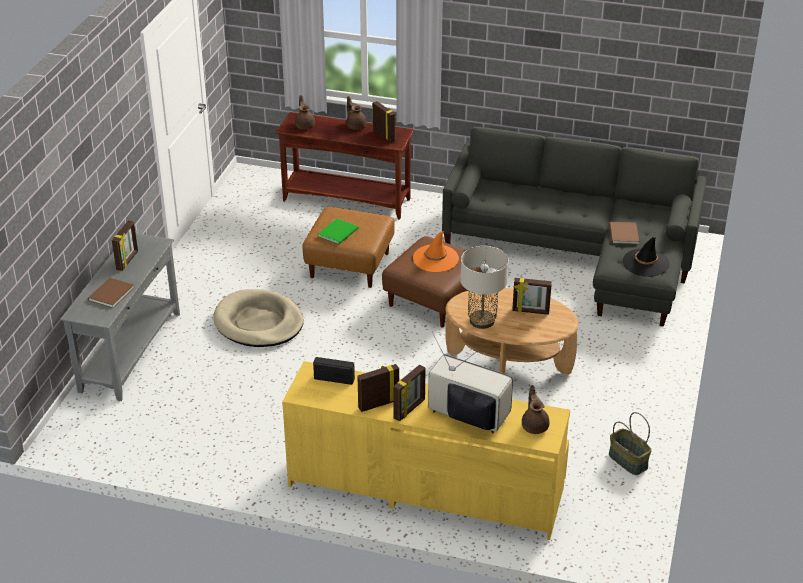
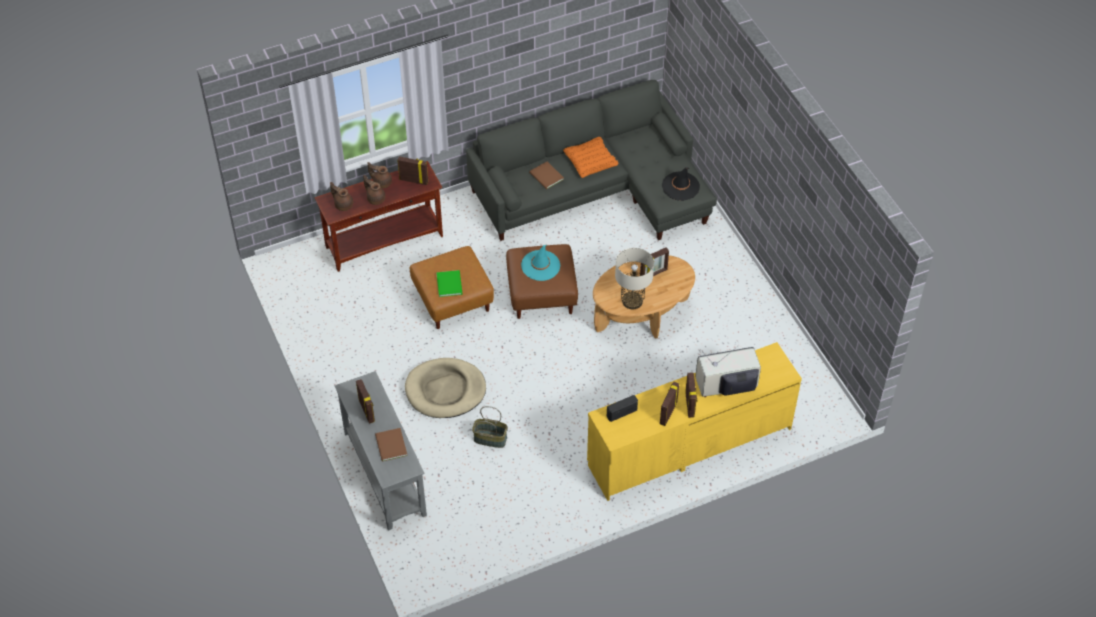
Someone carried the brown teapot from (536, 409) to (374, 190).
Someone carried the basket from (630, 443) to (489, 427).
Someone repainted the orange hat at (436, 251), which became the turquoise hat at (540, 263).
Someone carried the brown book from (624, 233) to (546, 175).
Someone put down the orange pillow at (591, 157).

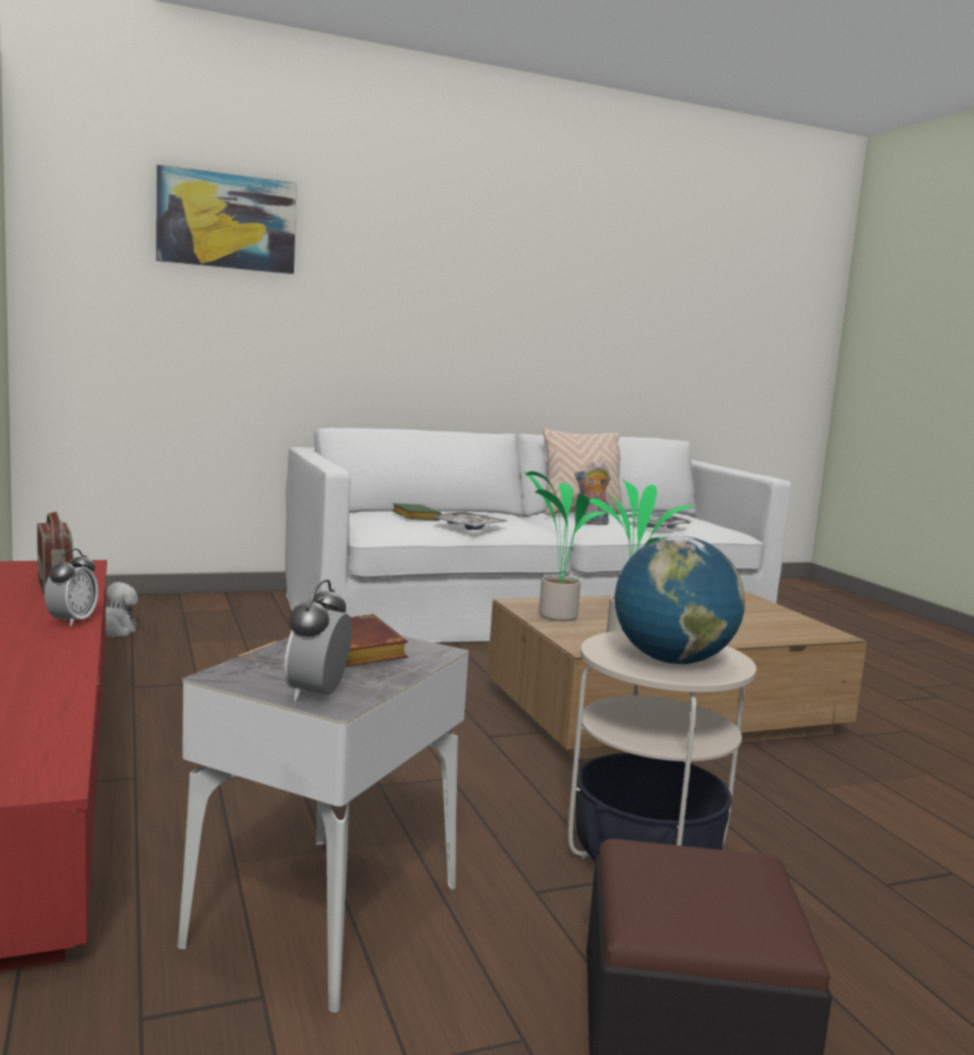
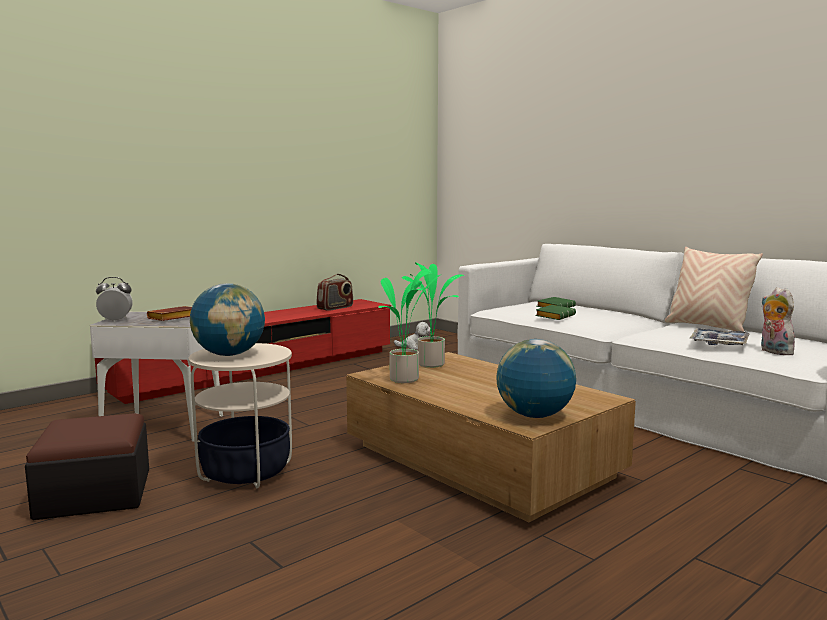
Someone put down the globe at (536, 378).
Someone swapped the tray at (469, 521) for the green book at (555, 312).
Someone carried the plush toy from (593, 493) to (778, 321).
Someone took away the alarm clock at (71, 588).
Someone took away the picture at (226, 219).

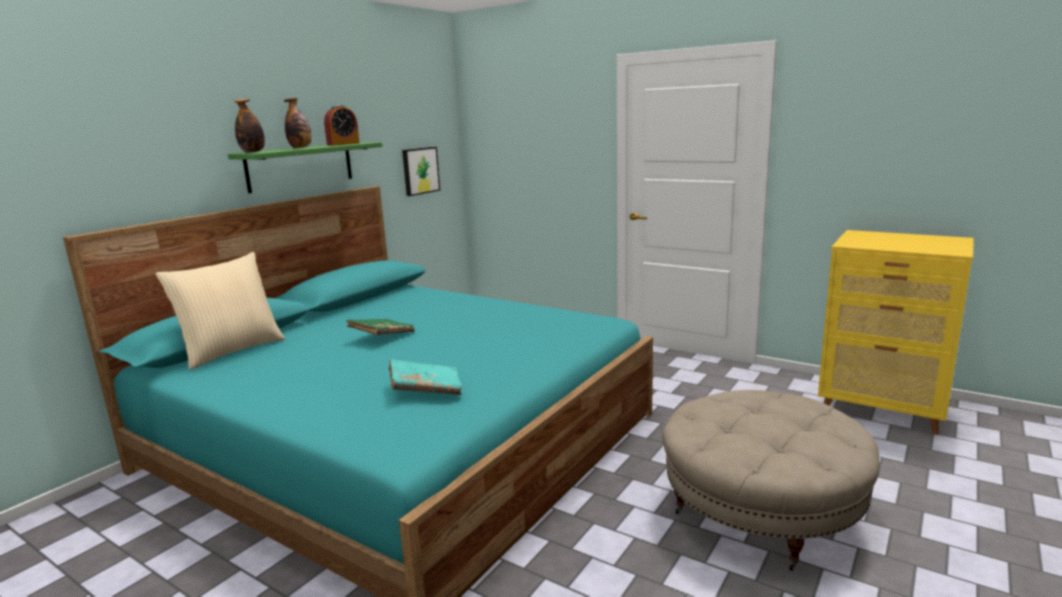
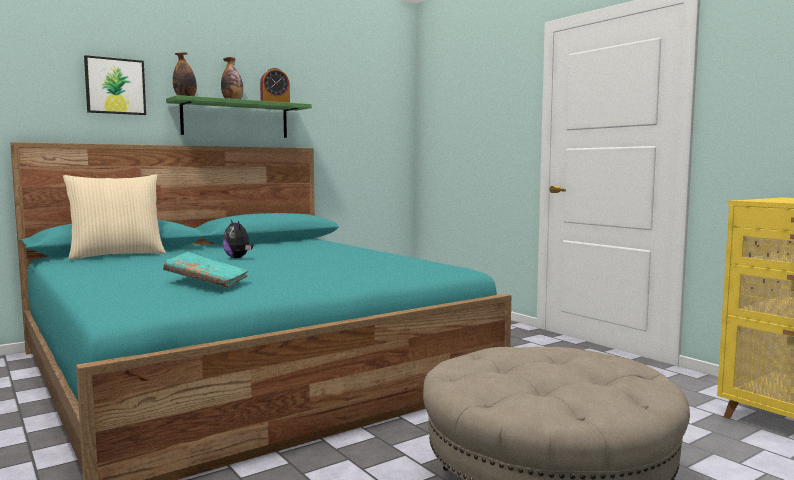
Someone carried the picture from (421, 171) to (115, 85).
Someone swapped the green book at (380, 327) for the plush toy at (238, 239).

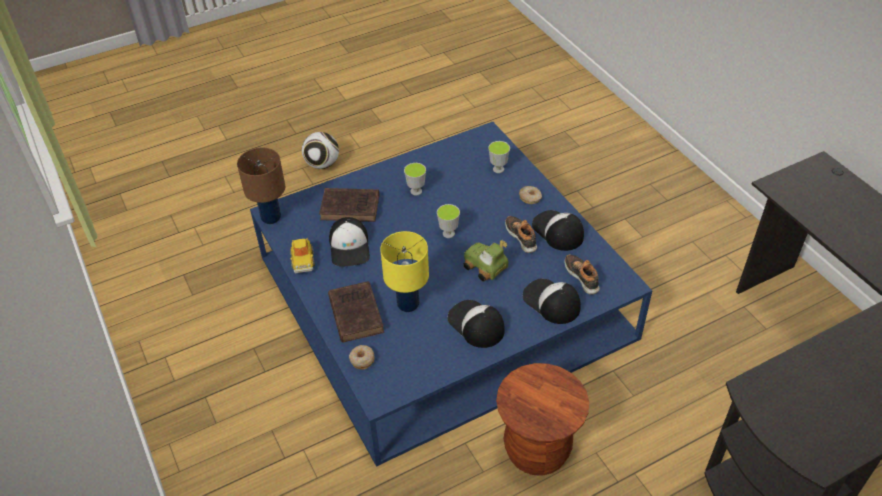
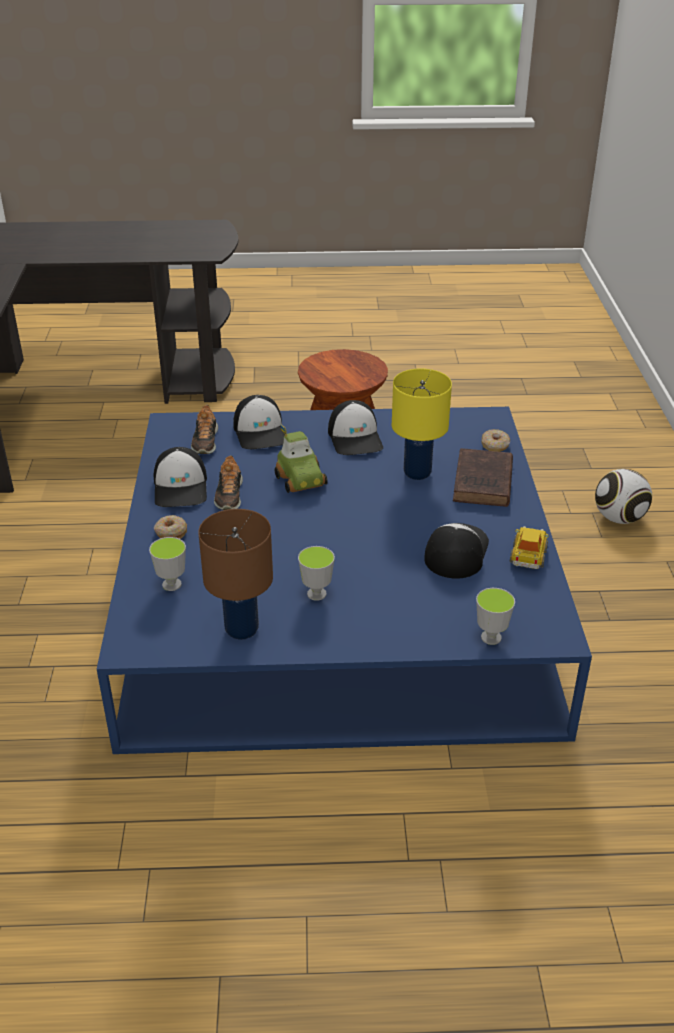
Someone carried the brown table lamp from (261, 186) to (235, 574).
Someone carried the cup from (448, 221) to (495, 616).
Someone carried the football from (320, 150) to (623, 496).
Someone took away the brown book at (349, 205).

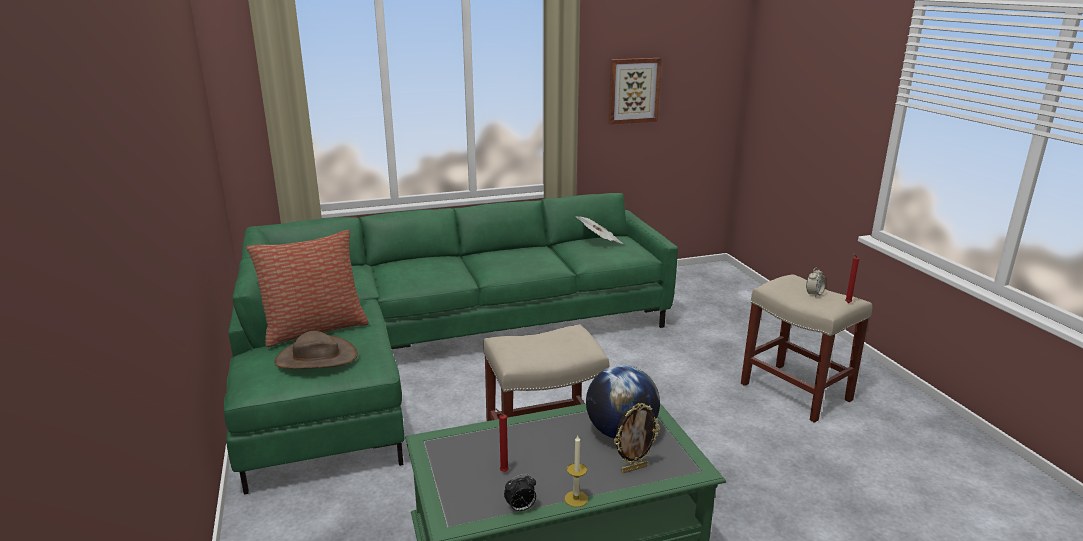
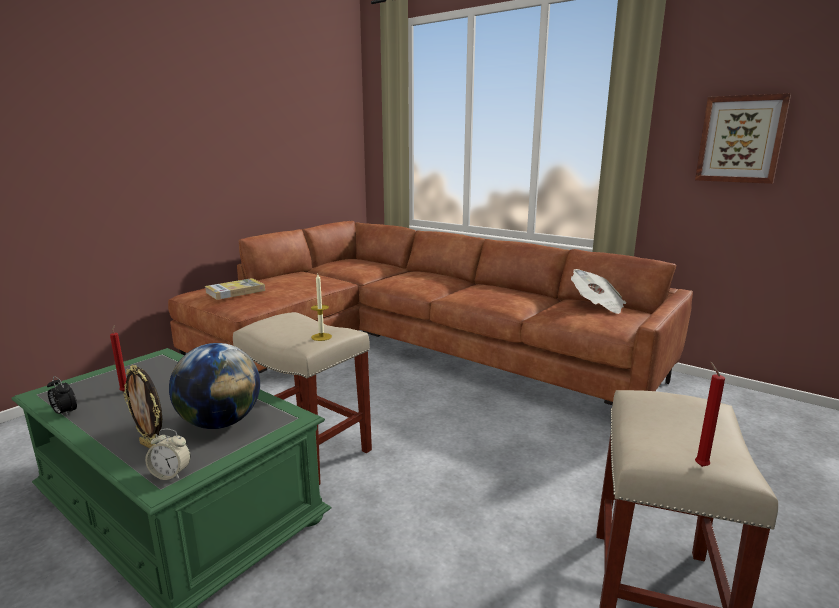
Someone carried the alarm clock from (816, 282) to (168, 454).
Someone repainted the green sofa at (451, 344), which became the brown sofa at (430, 313).
Someone swapped the brown hat at (316, 350) for the book at (235, 289).
Someone carried the candle from (576, 471) to (321, 307).
Someone took away the pillow at (307, 288).

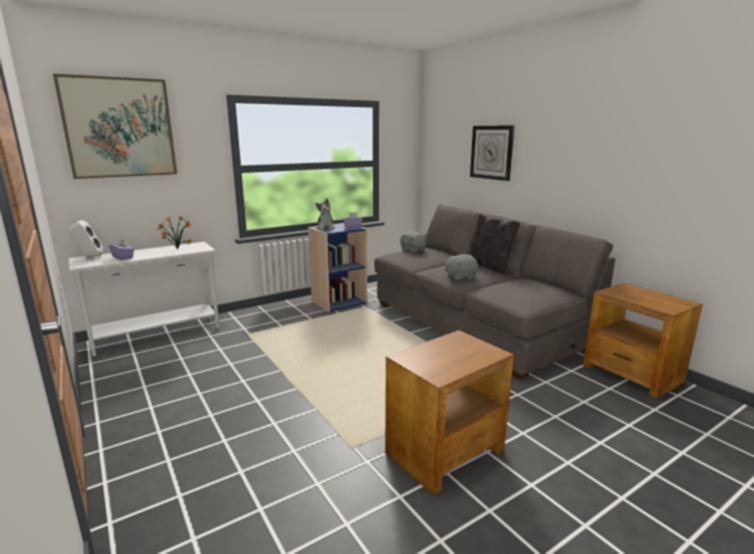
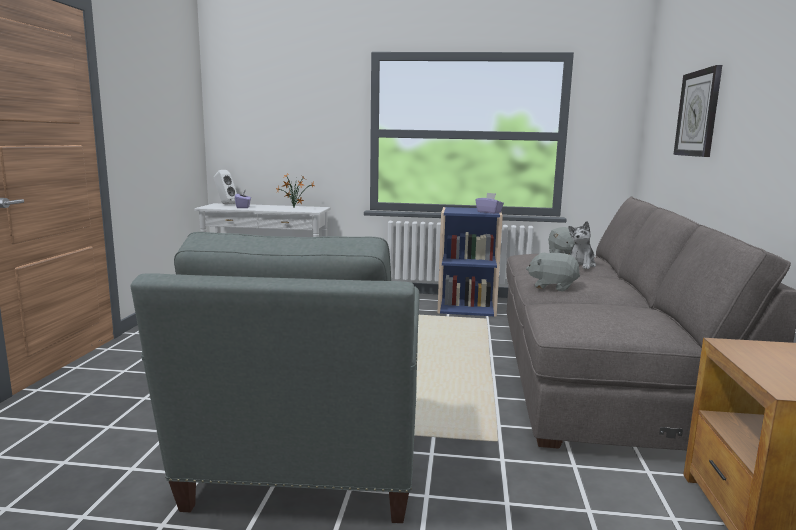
Someone swapped the brown side table at (449, 412) for the grey armchair at (275, 377).
Someone carried the plush toy from (325, 214) to (582, 245).
Someone took away the picture at (115, 126).
Someone took away the black pillow at (493, 244).

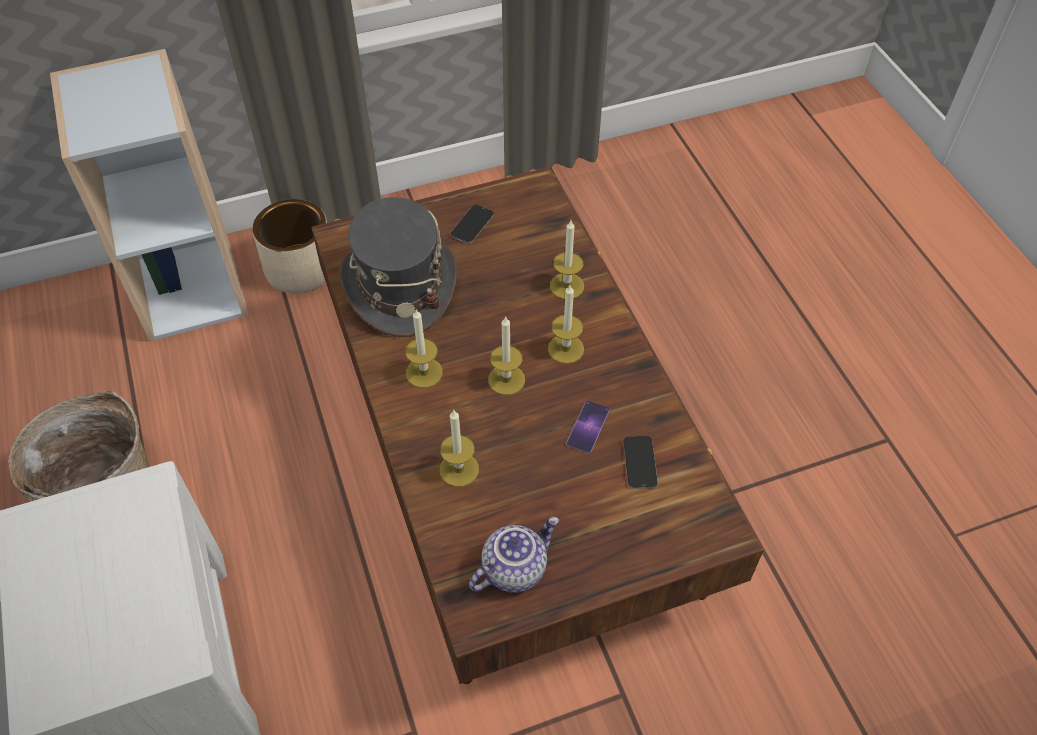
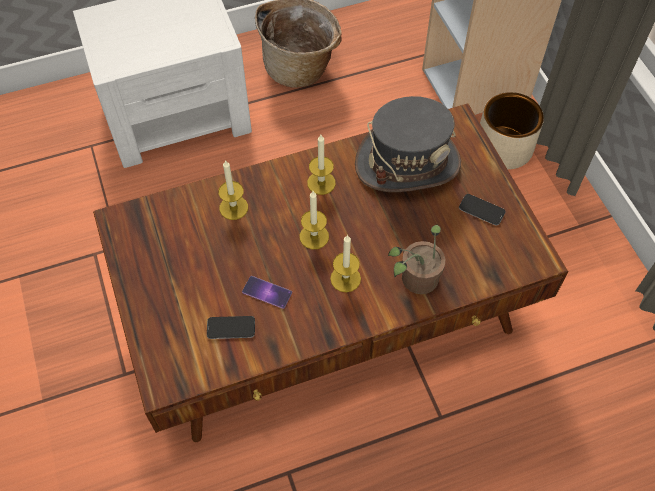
Someone swapped the candle at (567, 259) for the potted plant at (416, 259).
Someone took away the teapot at (514, 555).

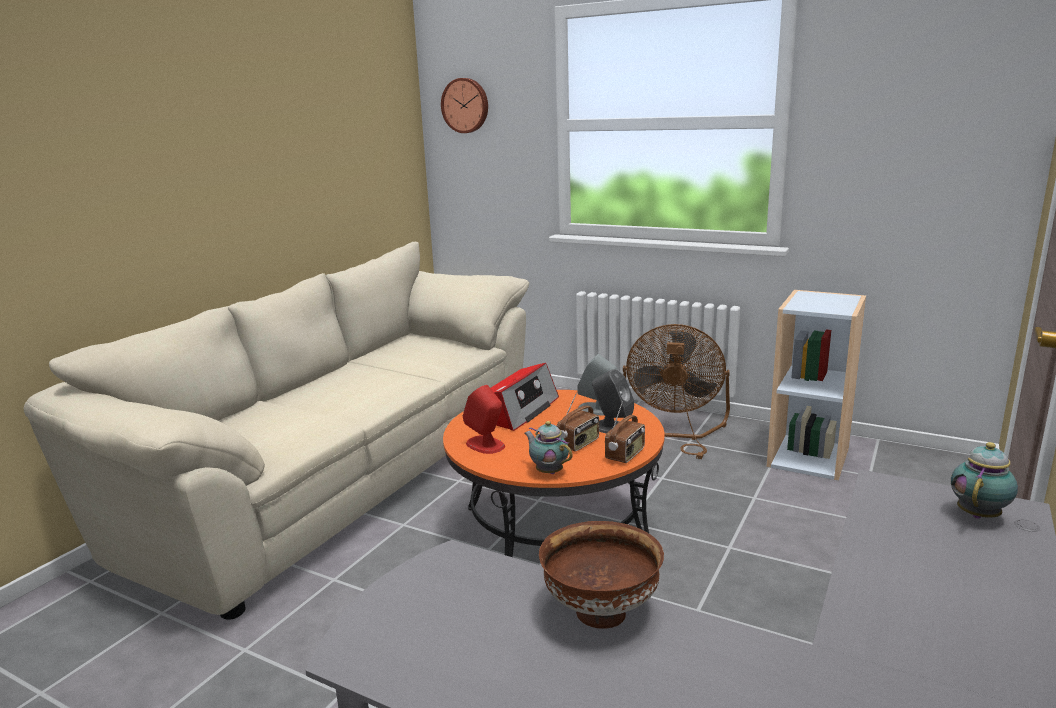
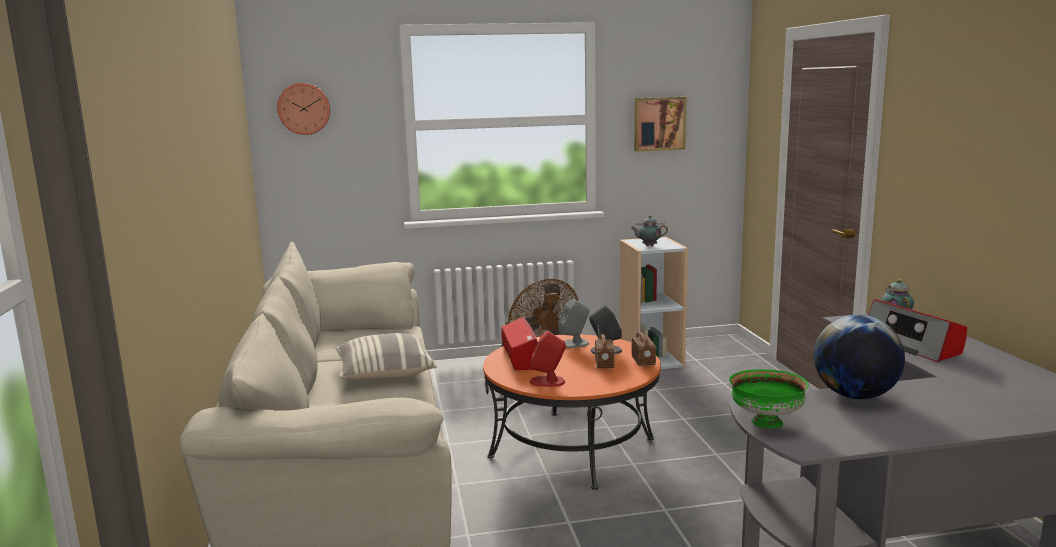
Someone put down the pillow at (386, 356).
Someone carried the teapot from (548, 447) to (649, 231).
Someone put up the picture at (660, 124).
Someone put down the green bowl at (769, 398).
Someone swapped the brown bowl at (601, 575) for the globe at (859, 357).
Someone put down the radio at (917, 330).

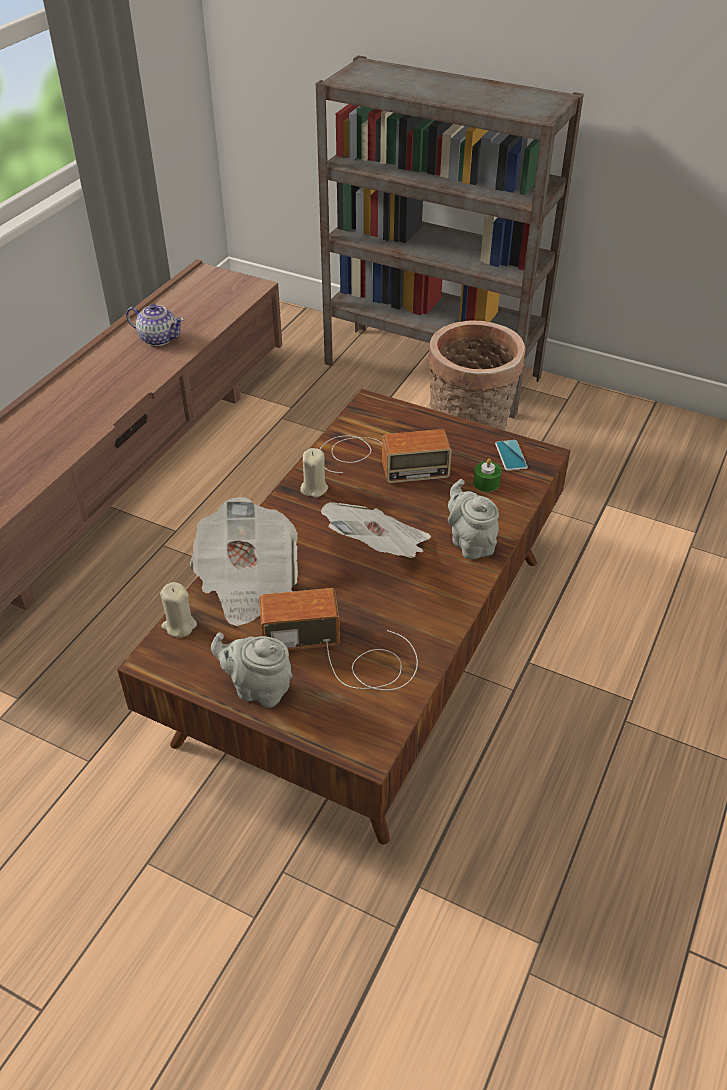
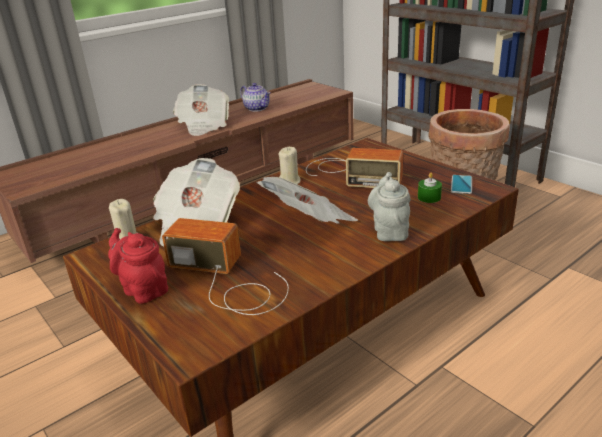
Someone repainted the grey teapot at (251, 670), which became the red teapot at (138, 266).
Someone put down the newspaper at (201, 110).

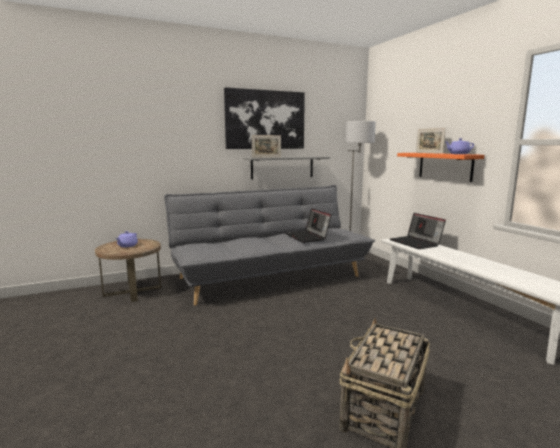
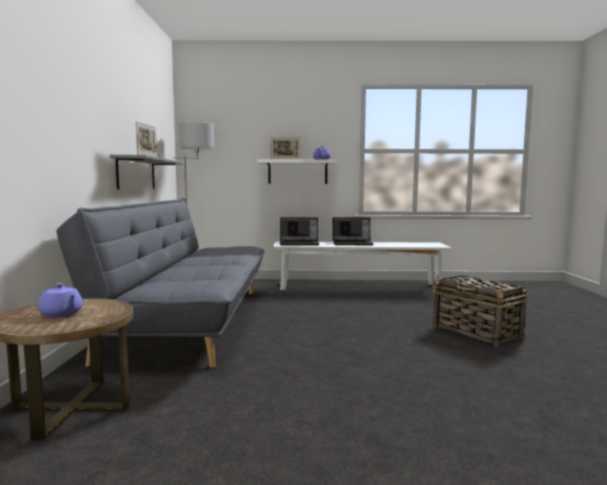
Someone repainted the orange shelf at (440, 167), which became the white shelf at (297, 171).
Someone carried the laptop from (308, 225) to (353, 231).
Someone took away the picture at (264, 118).

